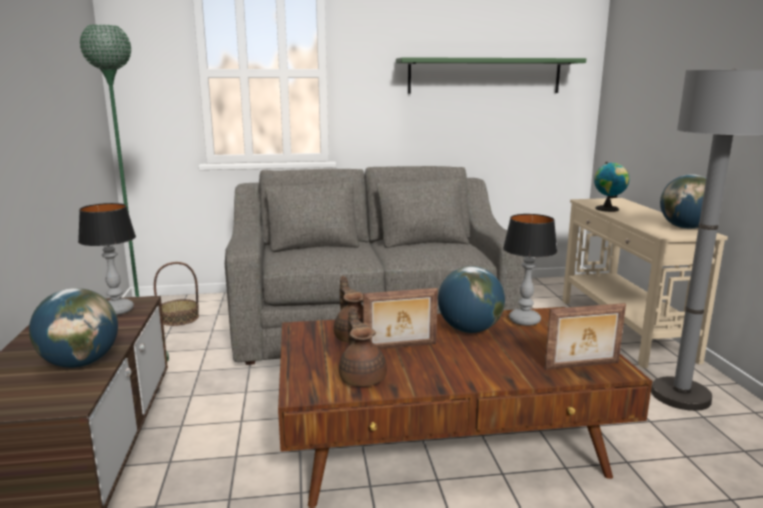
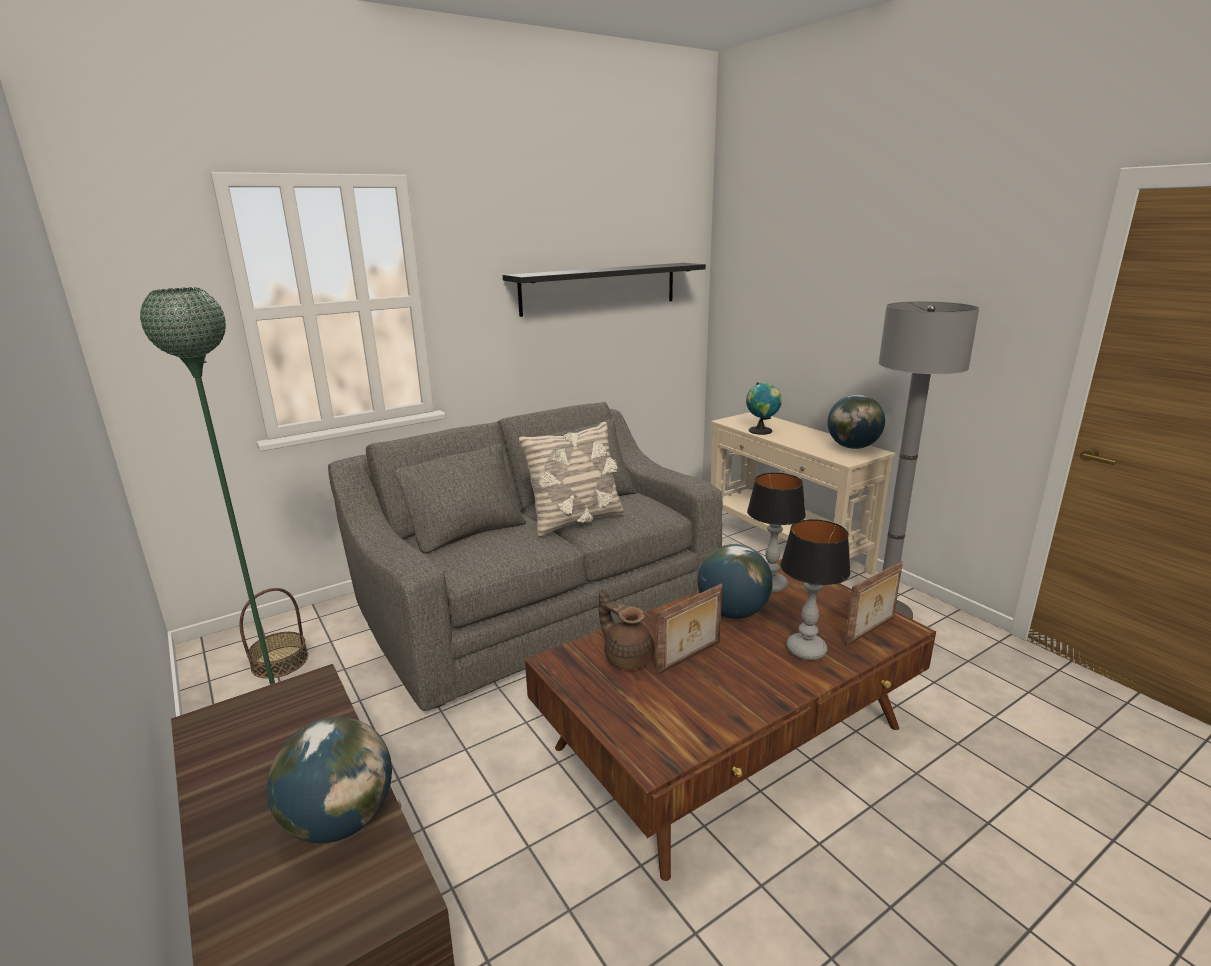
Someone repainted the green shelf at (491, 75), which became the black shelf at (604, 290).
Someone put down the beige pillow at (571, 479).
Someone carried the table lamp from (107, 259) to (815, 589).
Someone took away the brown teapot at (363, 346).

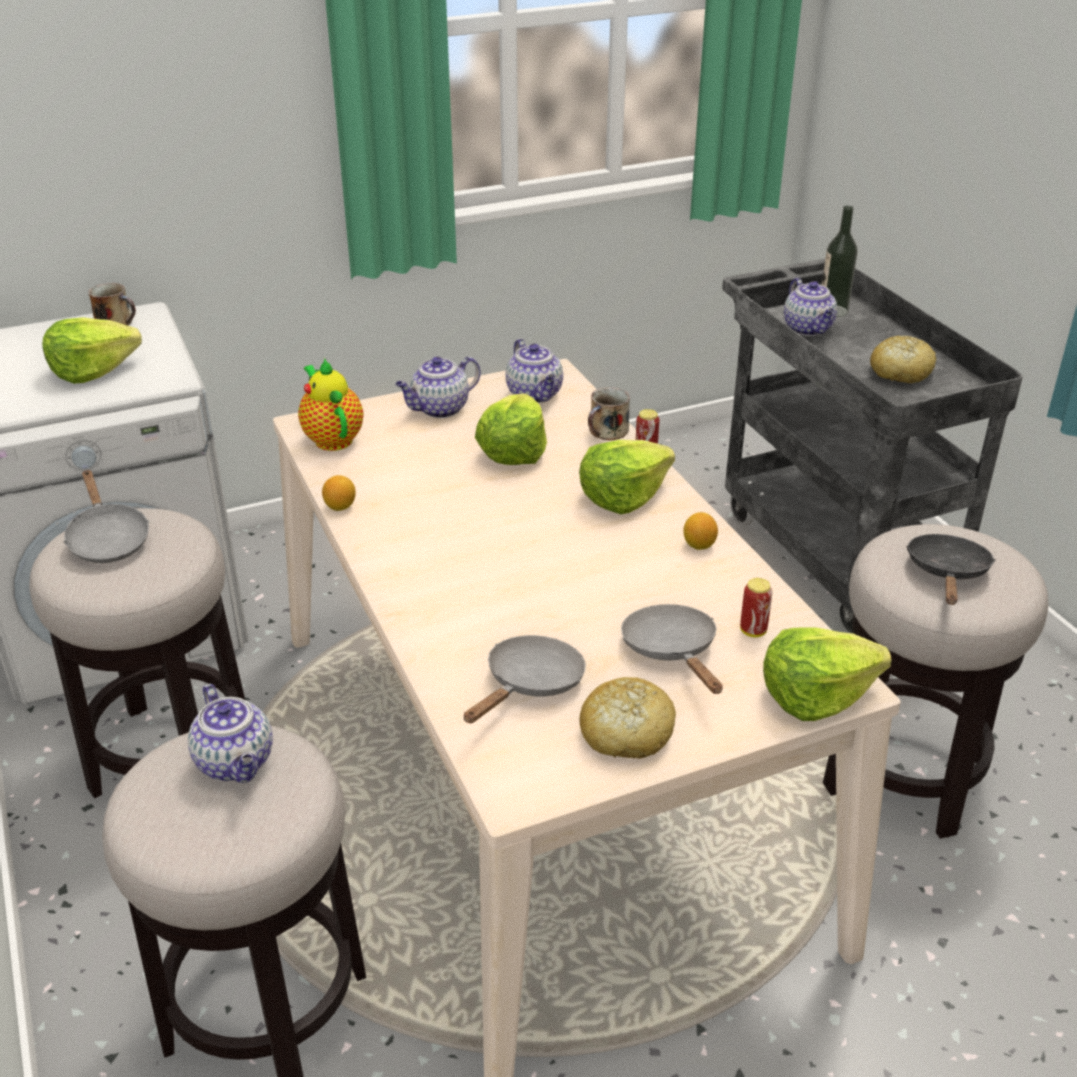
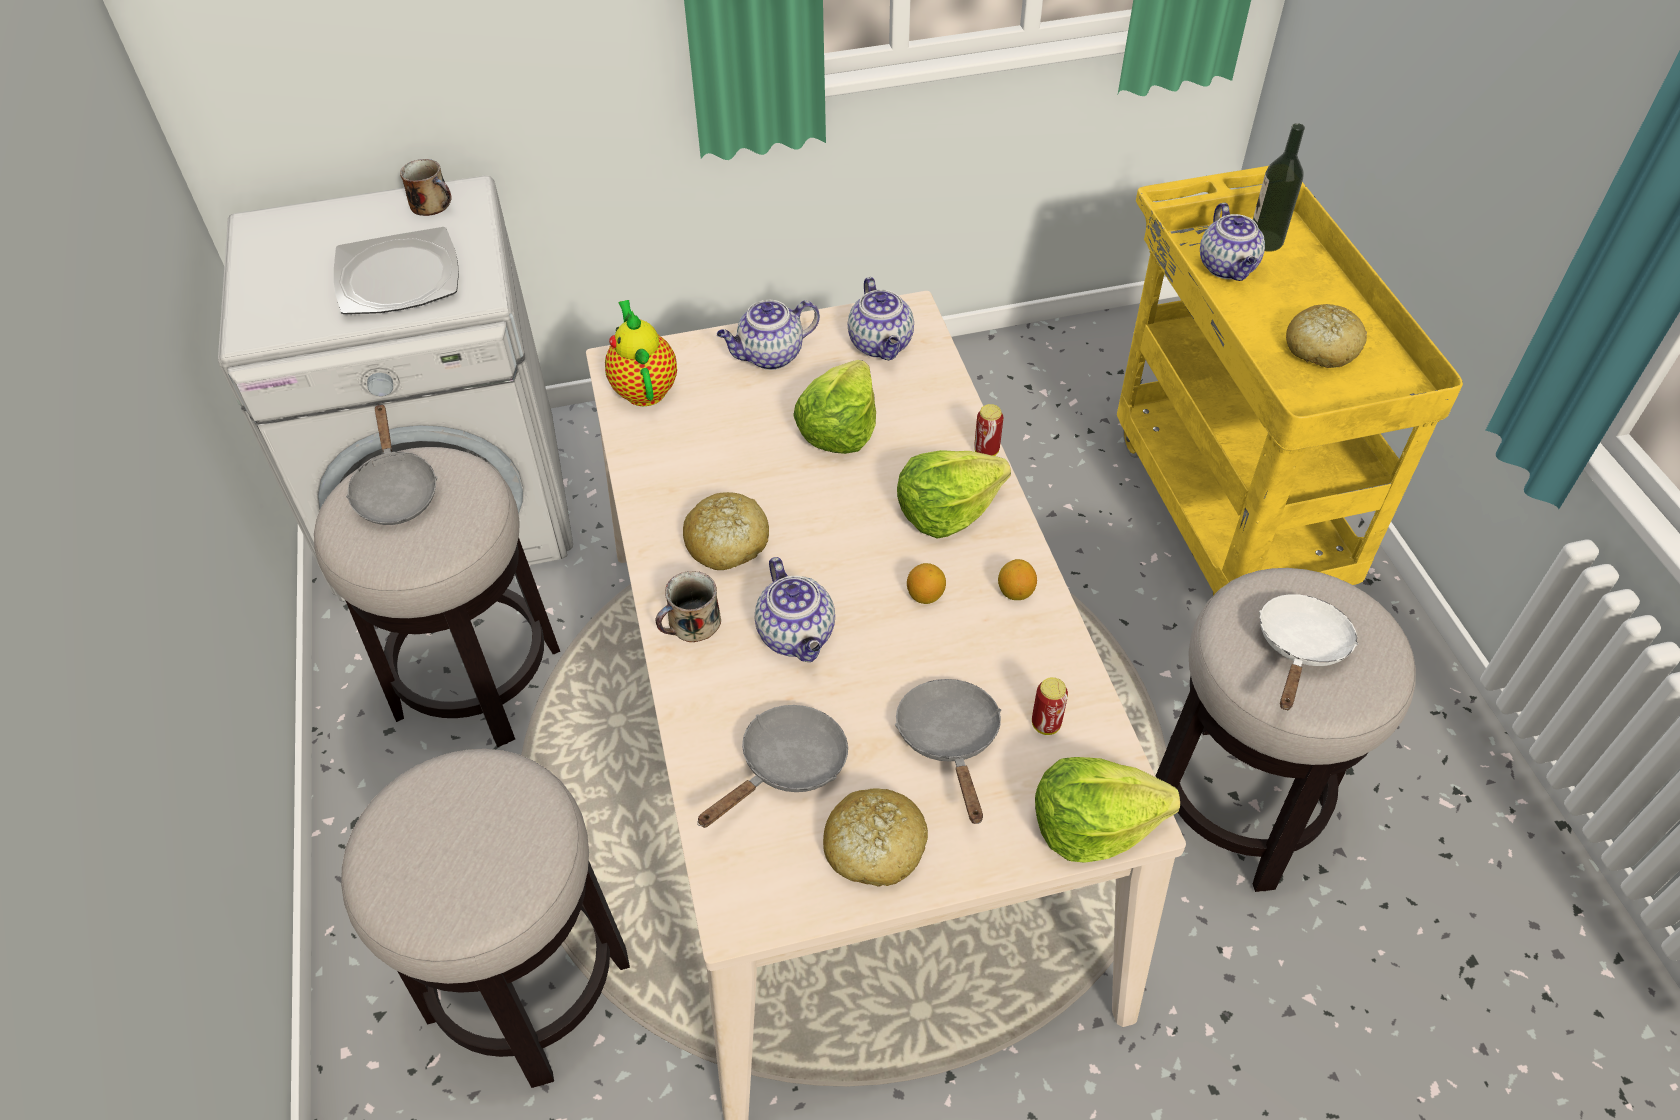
Someone swapped the lettuce at (92, 350) for the plate at (396, 270).
Someone carried the mug from (609, 413) to (688, 606).
Someone put down the bread at (726, 531).
Someone carried the teapot from (230, 733) to (795, 609).
Someone carried the lemon from (339, 493) to (926, 583).
Someone repainted the black cart at (872, 446), which became the yellow cart at (1290, 381).
Someone repainted the black frying pan at (951, 569), which became the white frying pan at (1308, 652).

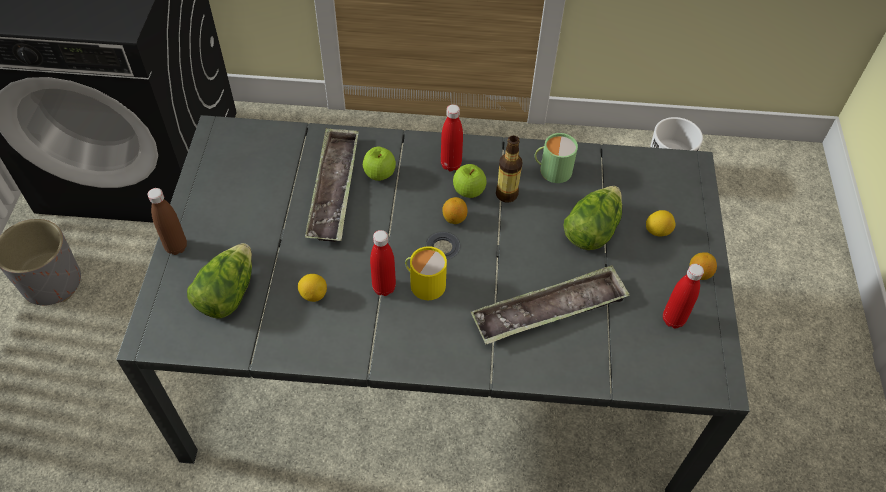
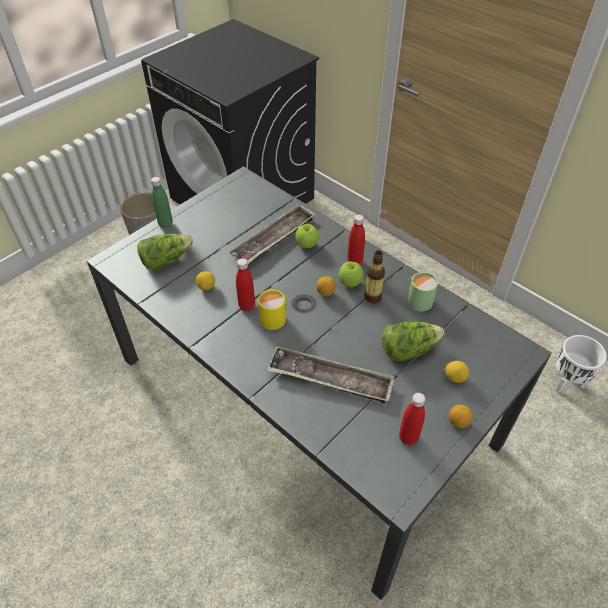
Someone repainted the brown bottle at (167, 221), which became the green bottle at (162, 202).

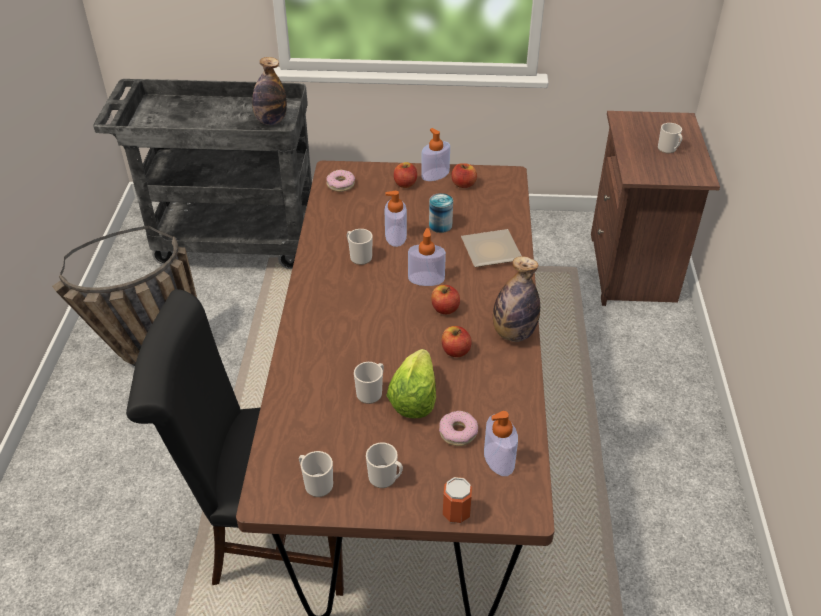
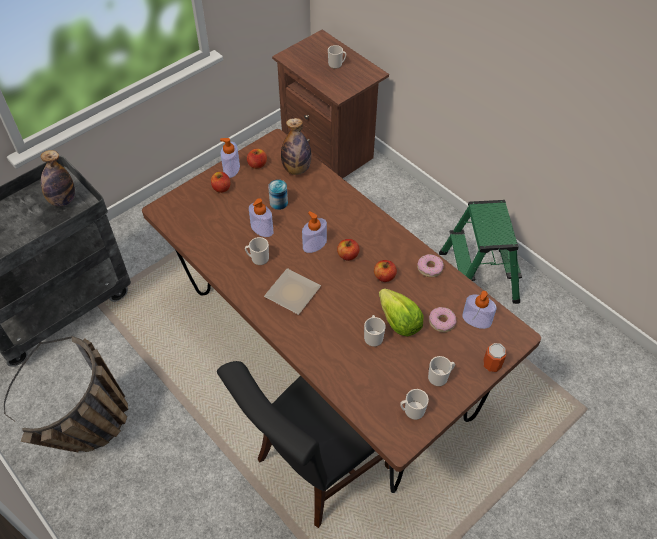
Someone carried the plate from (491, 248) to (292, 291).
Someone carried the bottle from (516, 299) to (296, 146).
Someone carried the donut from (340, 181) to (430, 265).
Someone put down the green step ladder at (480, 252).

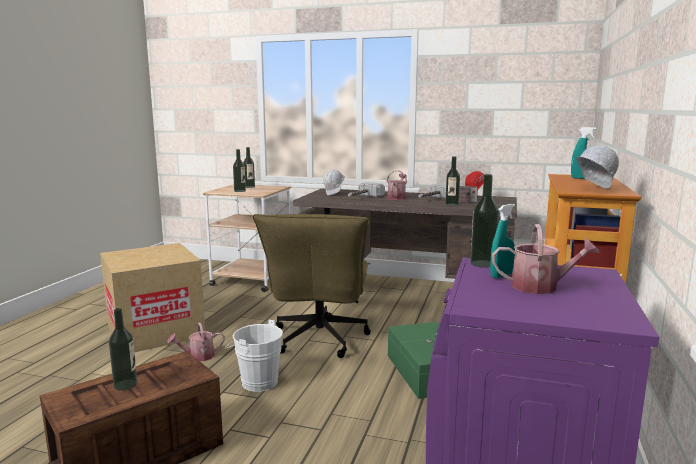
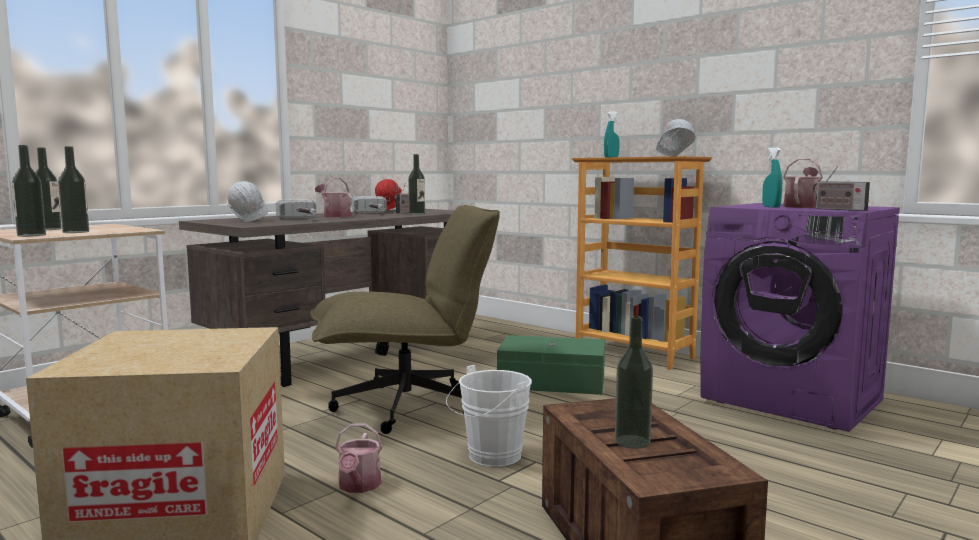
Someone carried the bottle from (484, 221) to (29, 191).
Someone rotated the beige office chair at (312, 286) by 45 degrees counterclockwise.
Someone put down the radio at (841, 188).

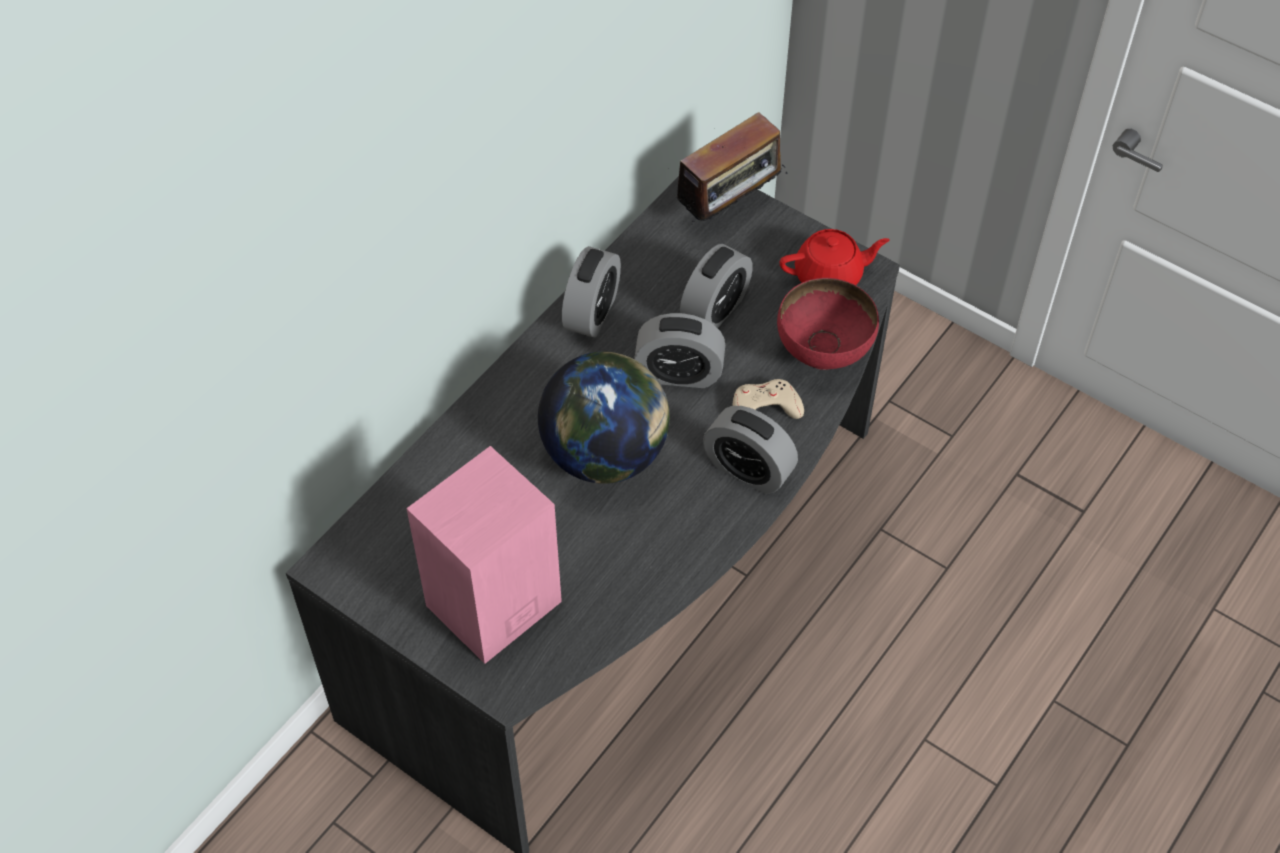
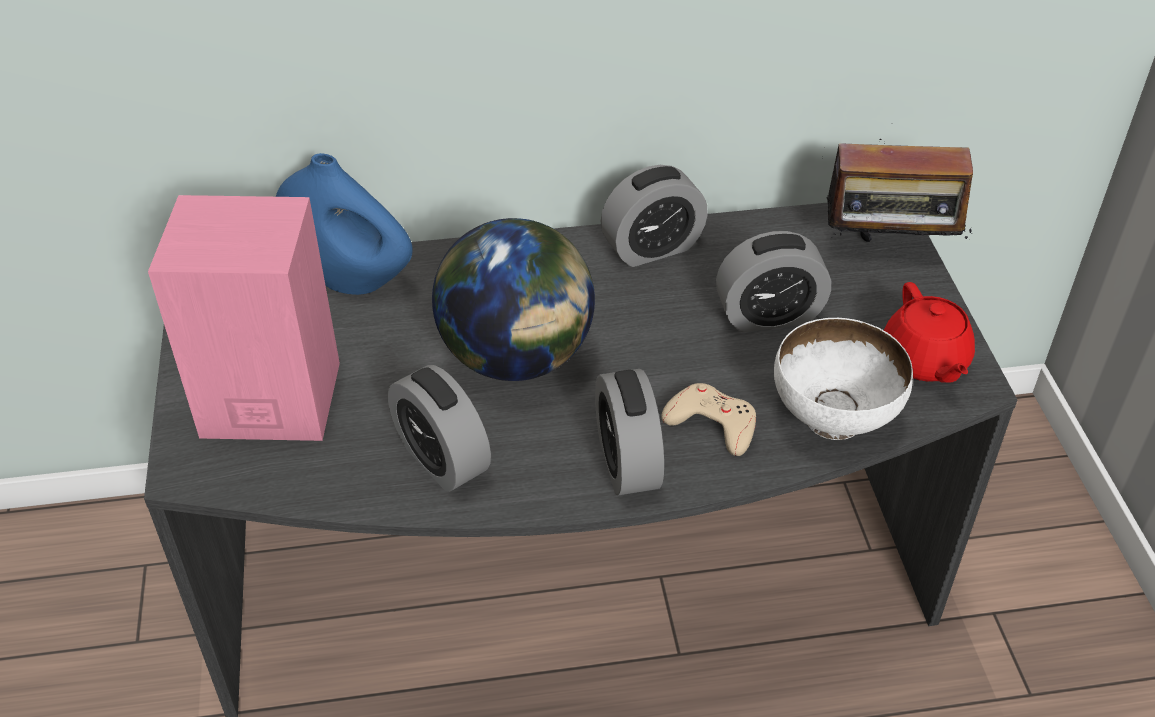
Someone put down the blue vase at (344, 224).
Someone carried the alarm clock from (679, 350) to (439, 428).
Someone repainted the red bowl at (828, 324), which became the white bowl at (843, 379).
Someone rotated the red teapot at (835, 257) by 45 degrees clockwise.

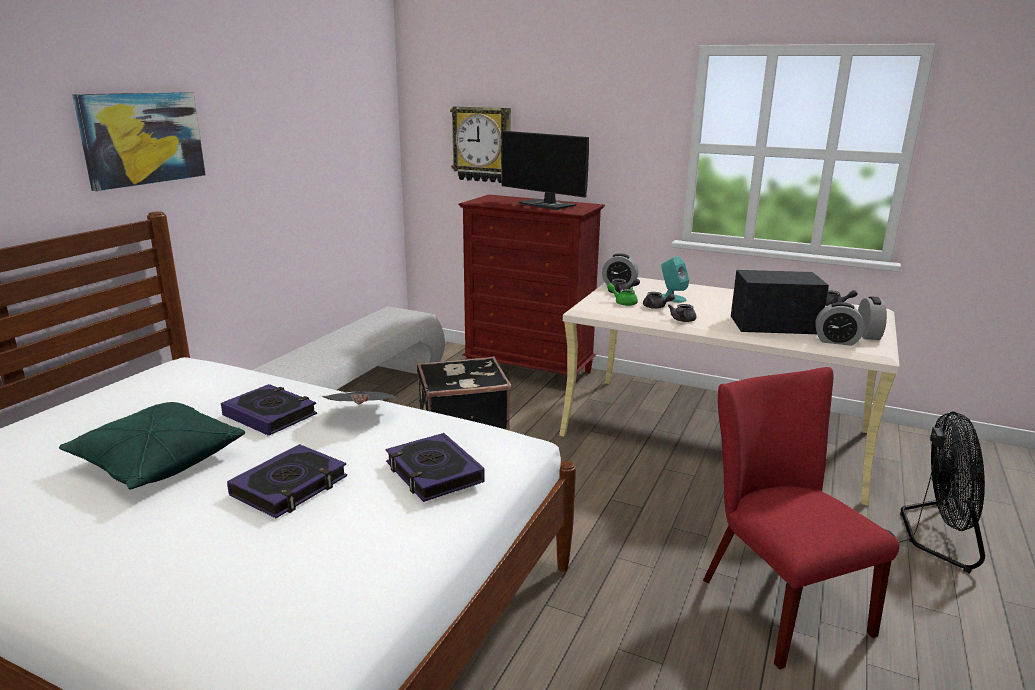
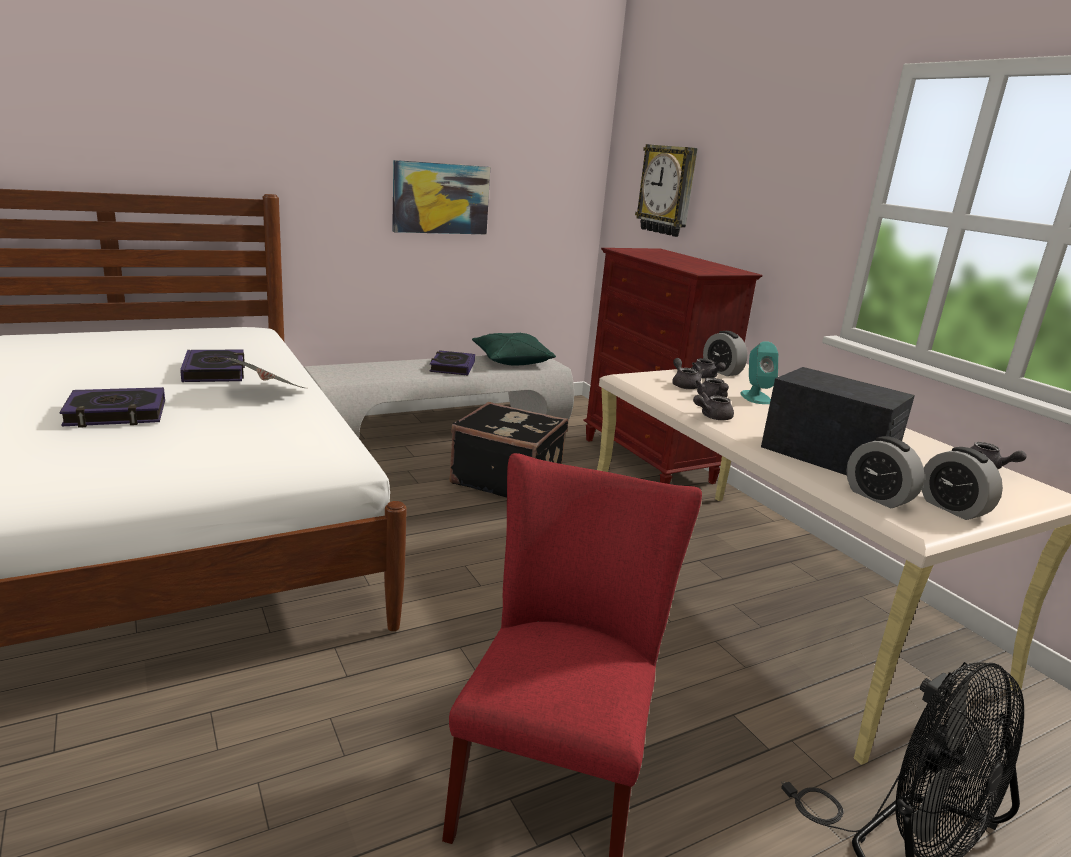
Someone carried the picture from (138, 141) to (441, 197).
Someone carried the book from (435, 467) to (452, 362).
Someone carried the green pillow from (152, 445) to (514, 349).
Someone repainted the green teapot at (622, 294), which became the grey teapot at (688, 373).
Someone rotated the alarm clock at (872, 318) by 105 degrees clockwise.
Someone took away the monitor at (545, 170).

